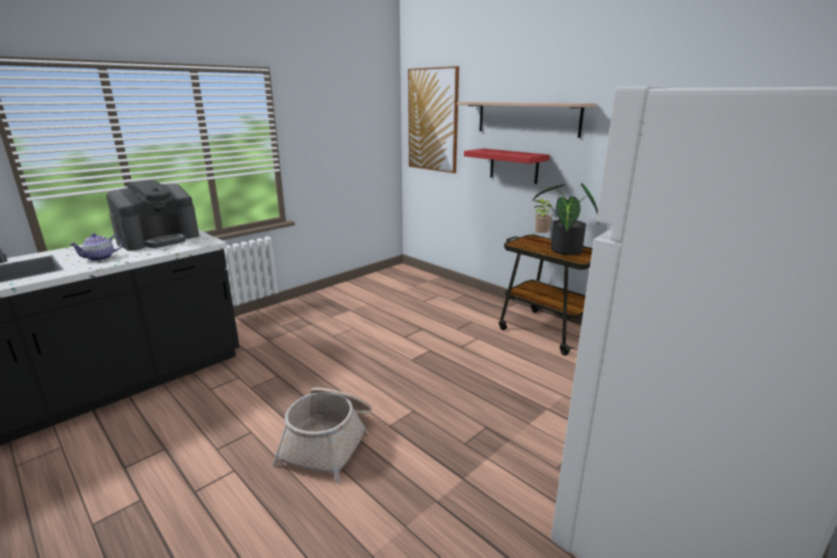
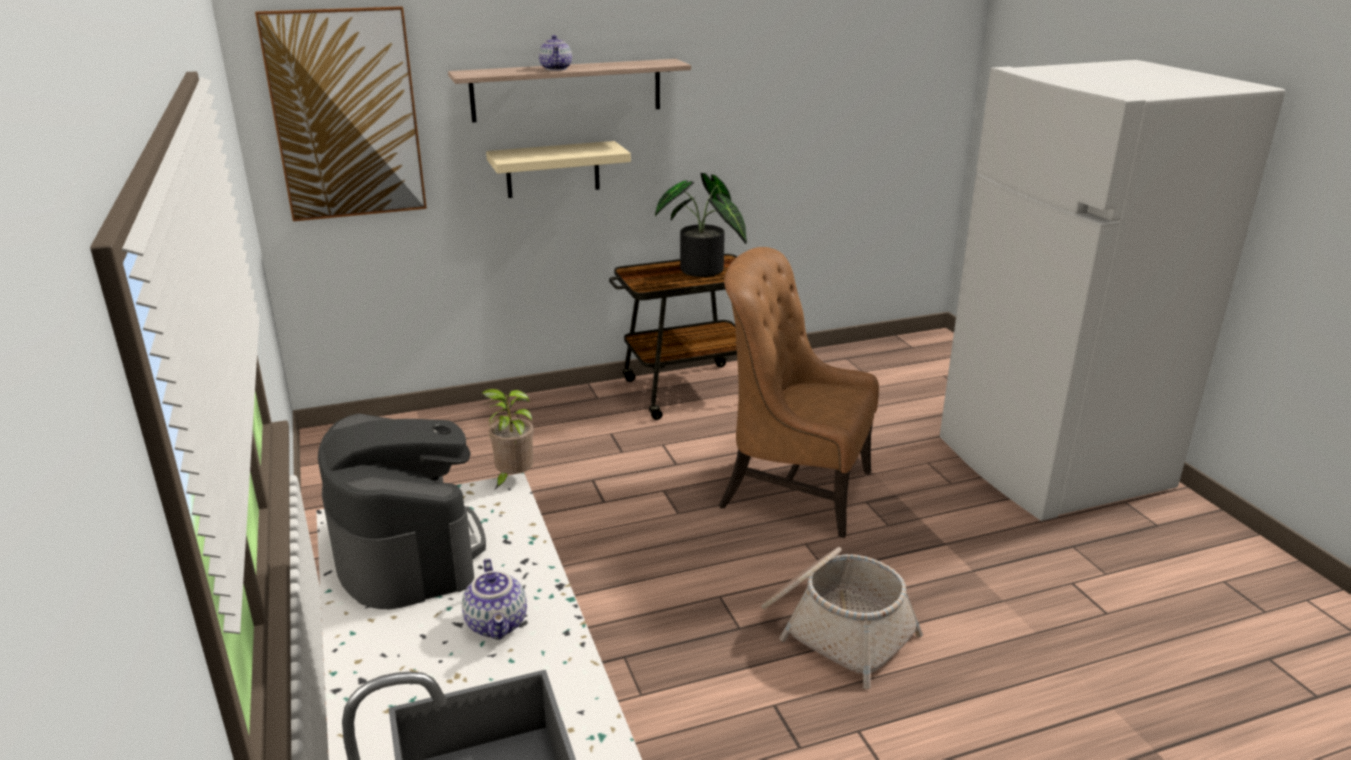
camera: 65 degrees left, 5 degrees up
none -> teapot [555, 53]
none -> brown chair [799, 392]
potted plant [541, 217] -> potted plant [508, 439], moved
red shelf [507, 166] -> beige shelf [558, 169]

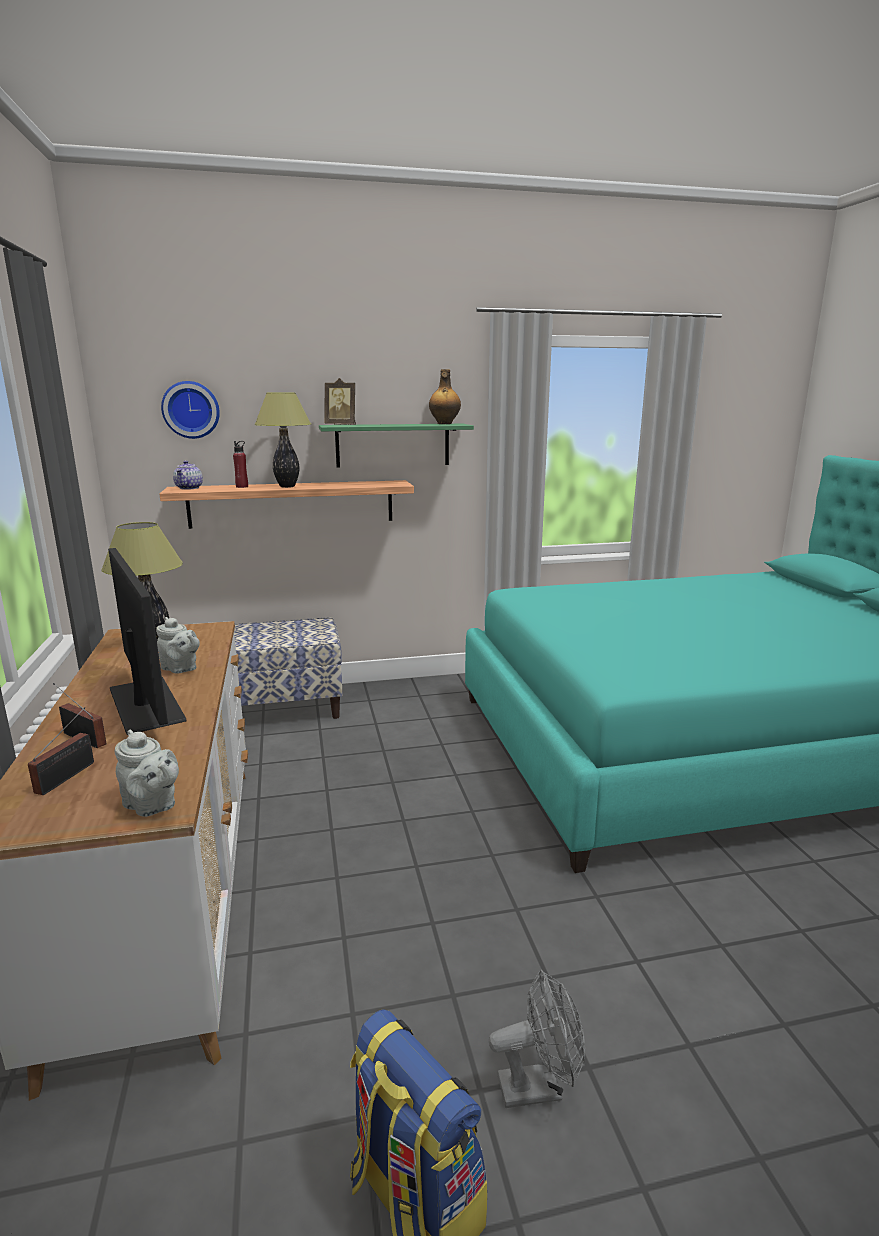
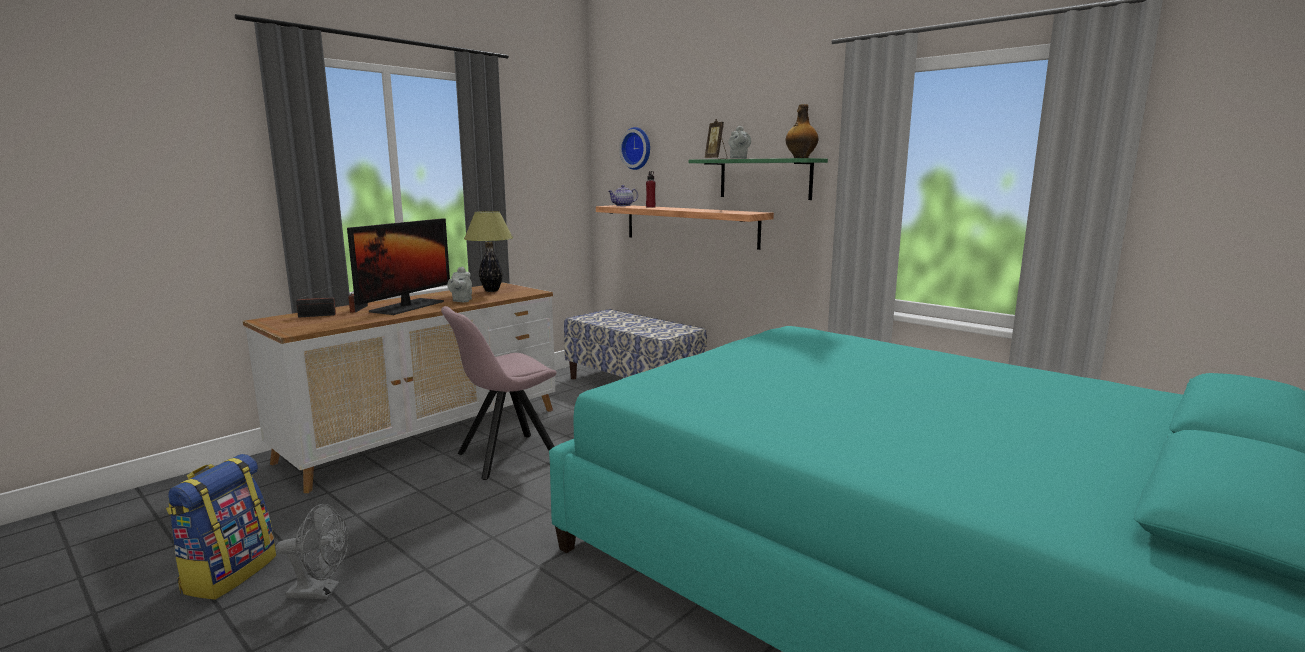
camera: 55 degrees right, 5 degrees down
table lamp [283, 440] -> none
none -> pink chair [499, 393]
grey teapot [147, 773] -> grey teapot [739, 142], moved
grey fan [537, 1039] -> grey fan [312, 551], 45 degrees counterclockwise

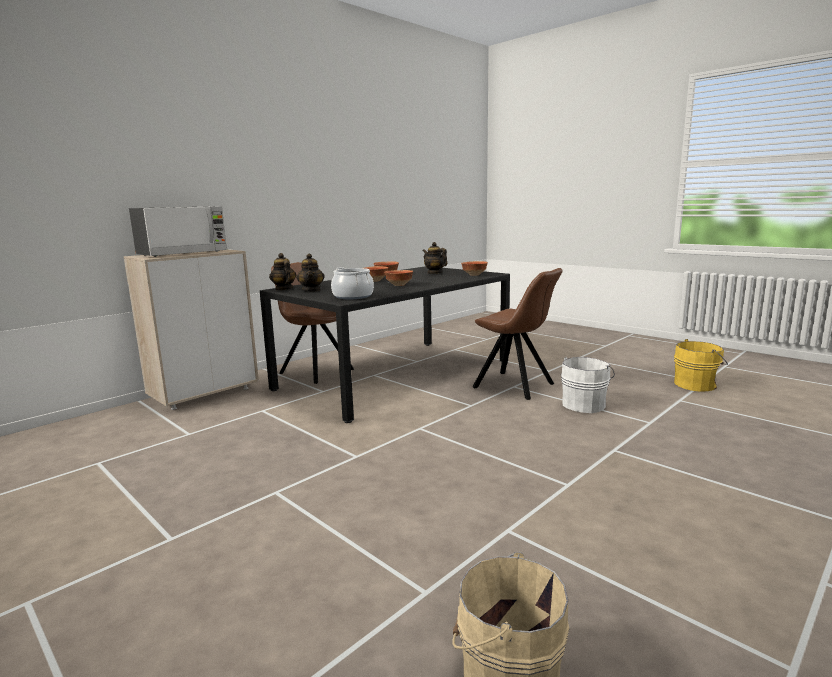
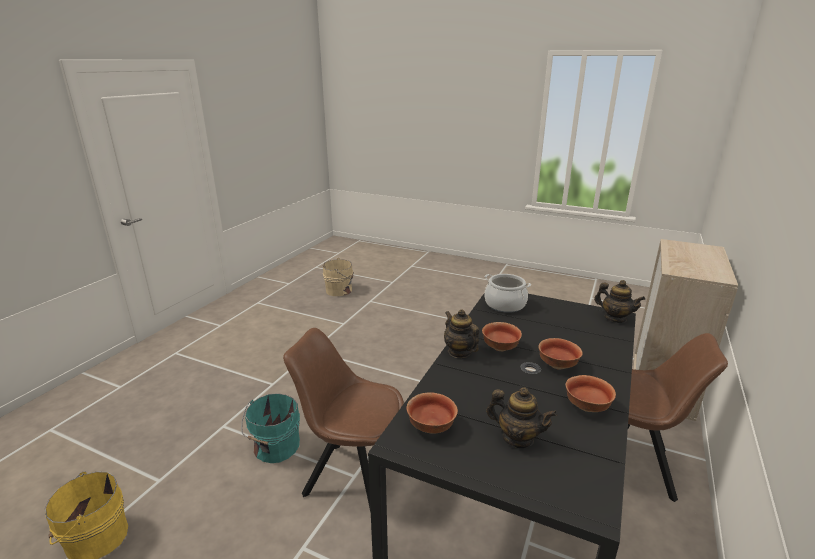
camera: 160 degrees right, 10 degrees up
microwave [178, 231] -> none
teapot [310, 272] -> teapot [461, 333], moved
white bucket [588, 385] -> turquoise bucket [270, 428]

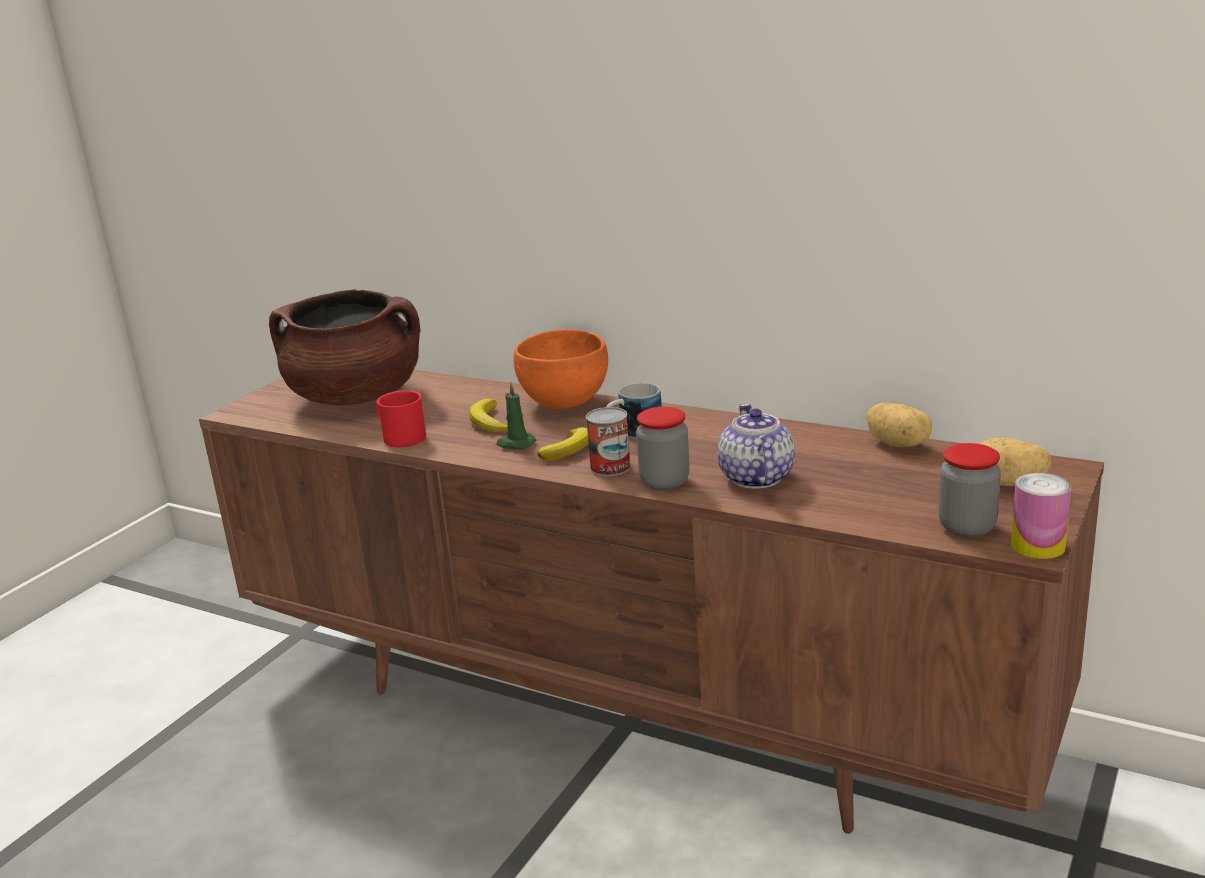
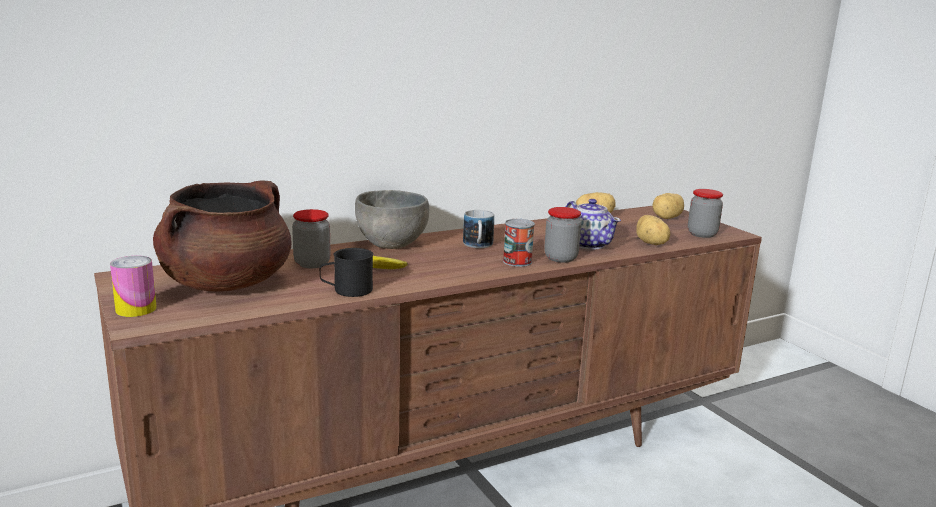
camera: 60 degrees left, 5 degrees down
green candle [516, 415] -> none
banana [563, 443] -> none
none -> jar [311, 238]
none -> potato [653, 230]
can [1041, 516] -> can [133, 286], moved
red mug [401, 418] -> black mug [346, 272]
orange bowl [561, 369] -> grey bowl [392, 219]
teapot [756, 446] -> teapot [593, 224], 150 degrees counterclockwise

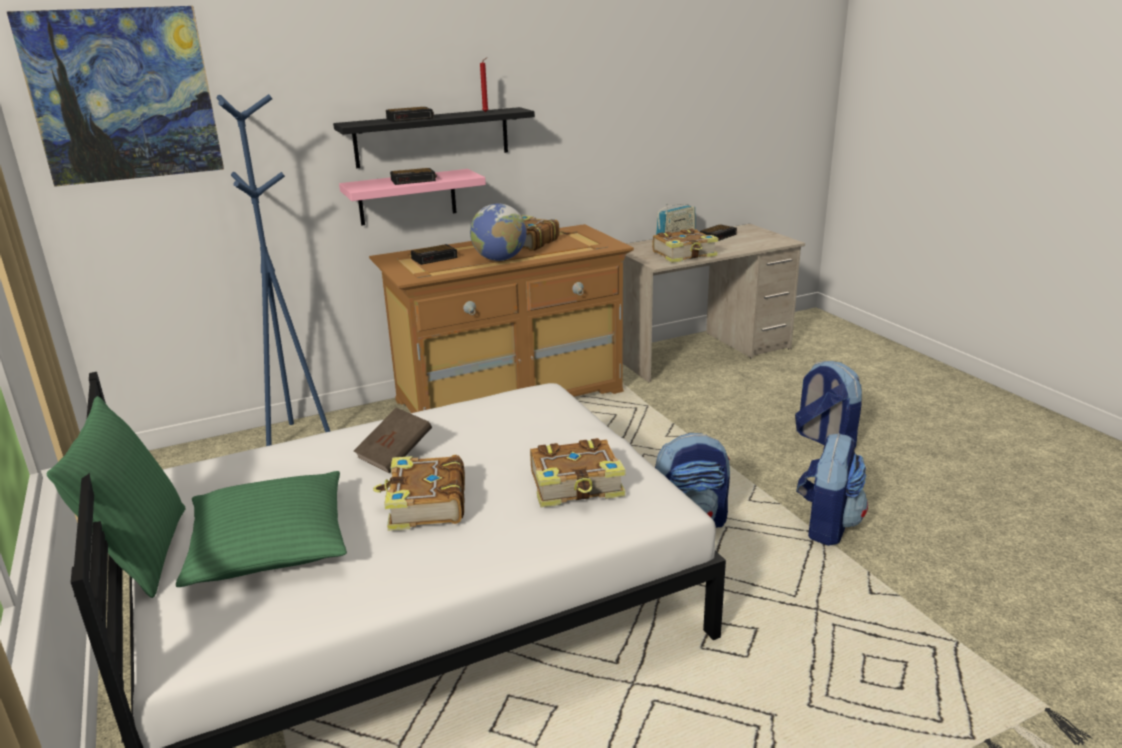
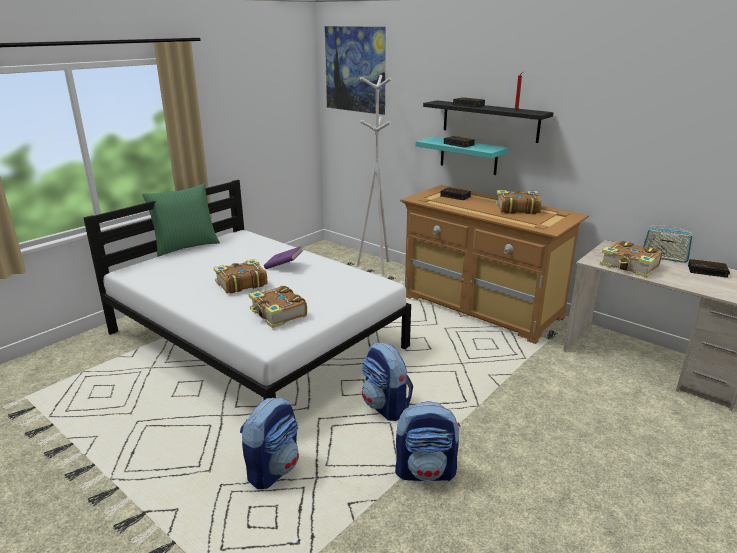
camera: 65 degrees right, 0 degrees up
green pillow [261, 529] -> none
globe [498, 232] -> none
backpack [828, 405] -> backpack [269, 443], moved
blue clothes rack [273, 270] -> grey clothes rack [374, 175]
pink shelf [412, 197] -> turquoise shelf [462, 156]
brown book [393, 440] -> purple book [283, 257]

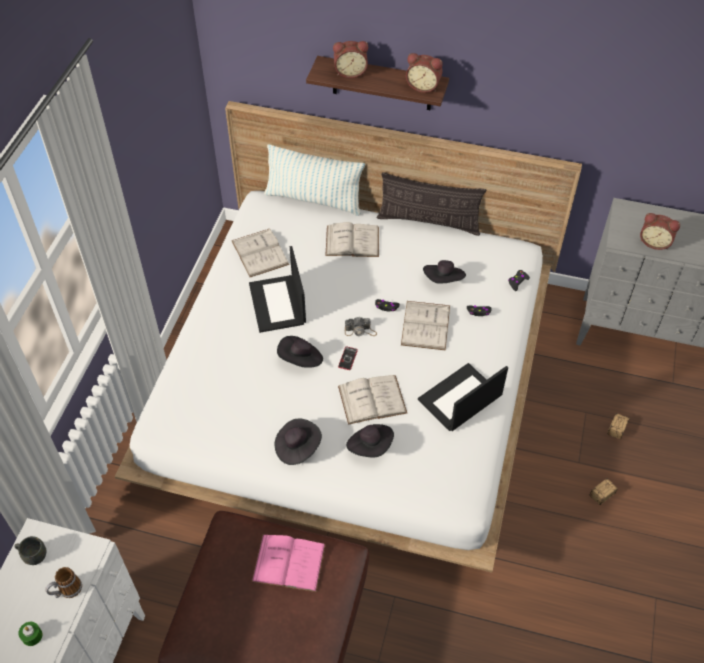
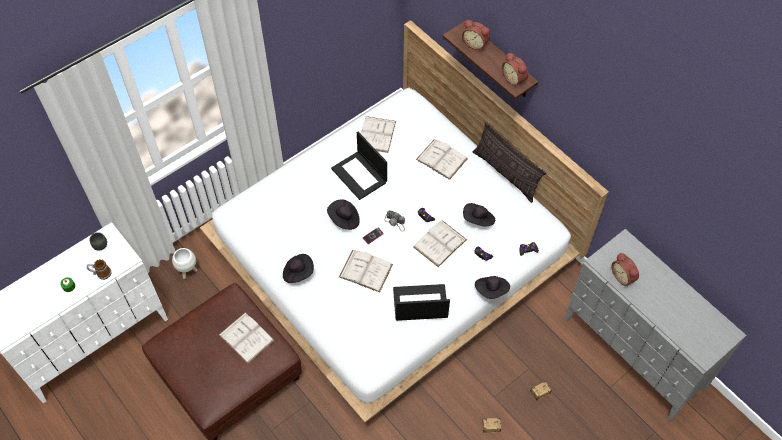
camera: 35 degrees right, 5 degrees up
pillow [314, 180] -> none
none -> white planter [184, 263]
black hat [370, 441] -> black hat [492, 287], moved
pink book [288, 563] -> white book [246, 338]
laptop [277, 289] -> laptop [359, 166], 60 degrees counterclockwise

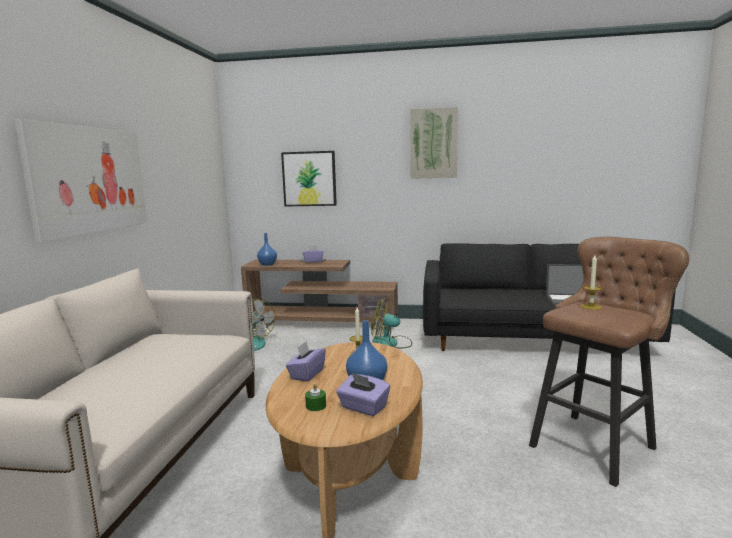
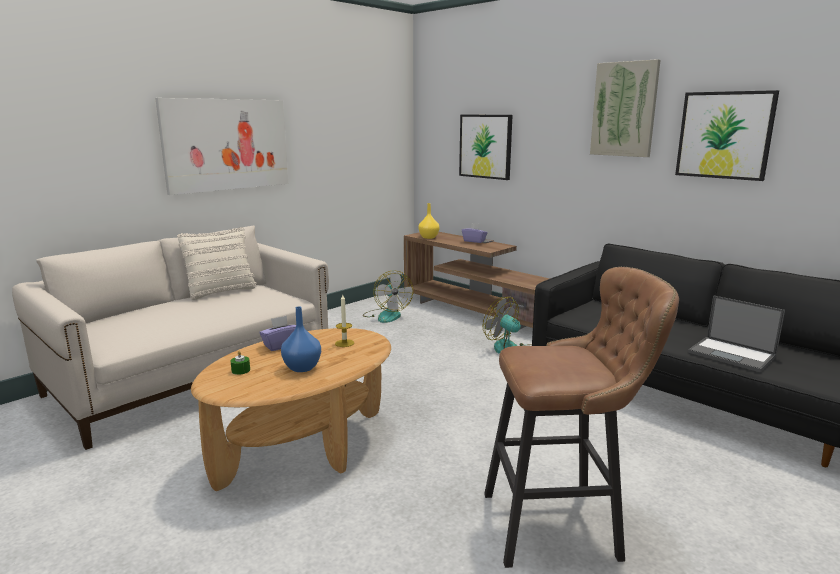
camera: 35 degrees right, 5 degrees up
purple tissue box [363, 394] -> none
candle [591, 282] -> none
none -> beige pillow [217, 263]
none -> picture [727, 135]
blue vase [267, 249] -> yellow vase [428, 221]

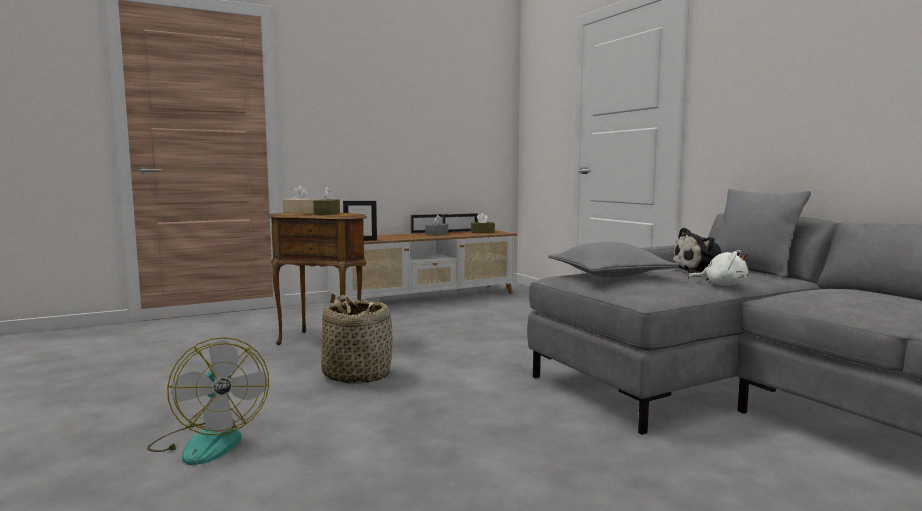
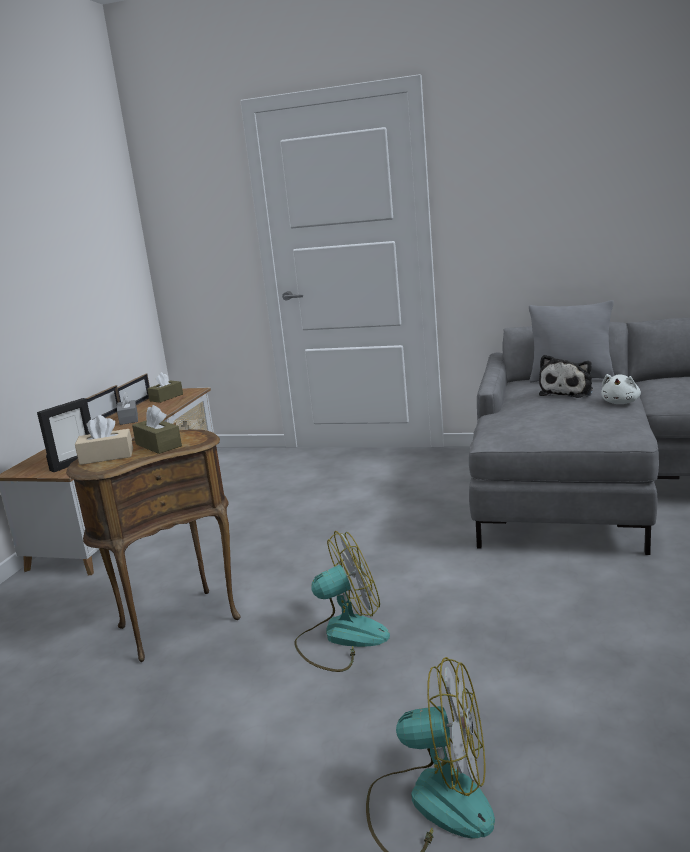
camera: 45 degrees left, 10 degrees up
grey pillow [613, 259] -> none
basket [357, 339] -> fan [342, 601]
white plush toy [718, 268] -> white plush toy [621, 389], 135 degrees clockwise

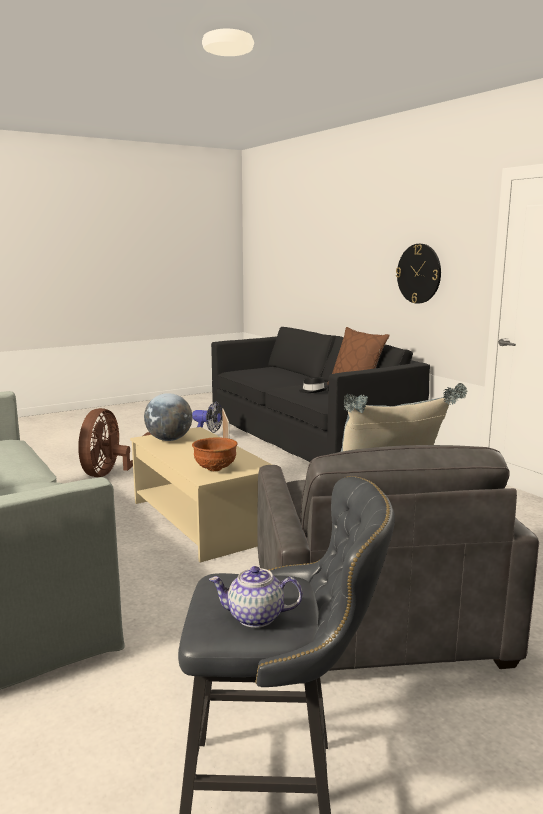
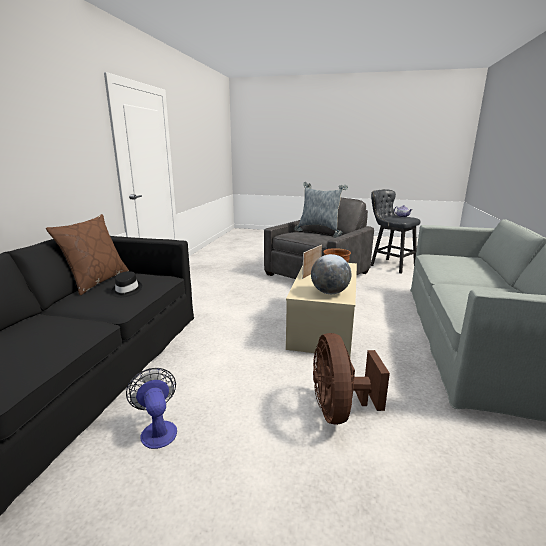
camera: 135 degrees left, 5 degrees up
wall clock [418, 274] -> none
brown fan [115, 442] -> brown fan [351, 379], 120 degrees clockwise

